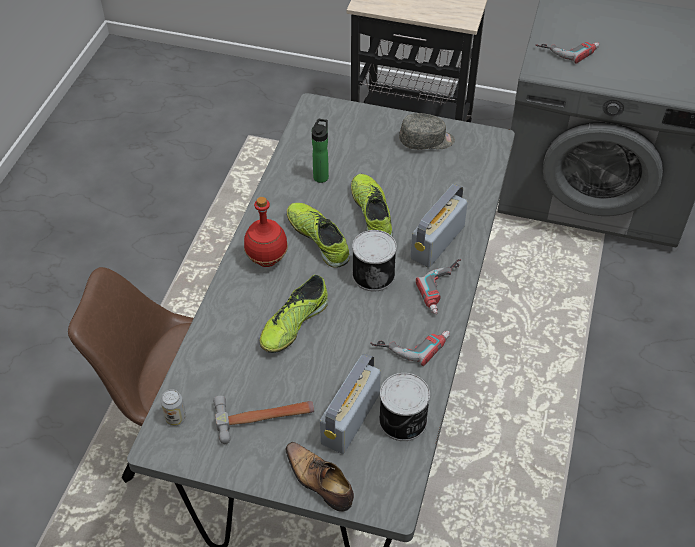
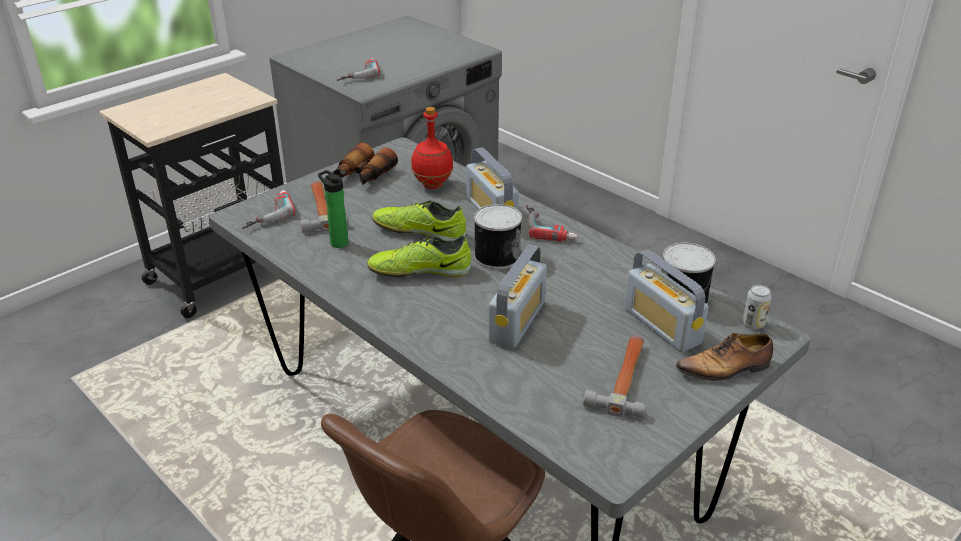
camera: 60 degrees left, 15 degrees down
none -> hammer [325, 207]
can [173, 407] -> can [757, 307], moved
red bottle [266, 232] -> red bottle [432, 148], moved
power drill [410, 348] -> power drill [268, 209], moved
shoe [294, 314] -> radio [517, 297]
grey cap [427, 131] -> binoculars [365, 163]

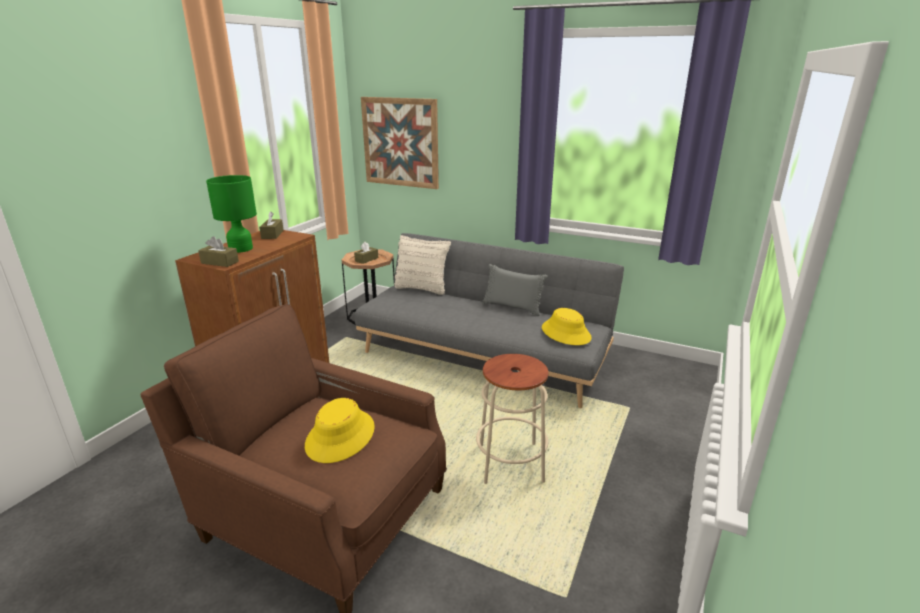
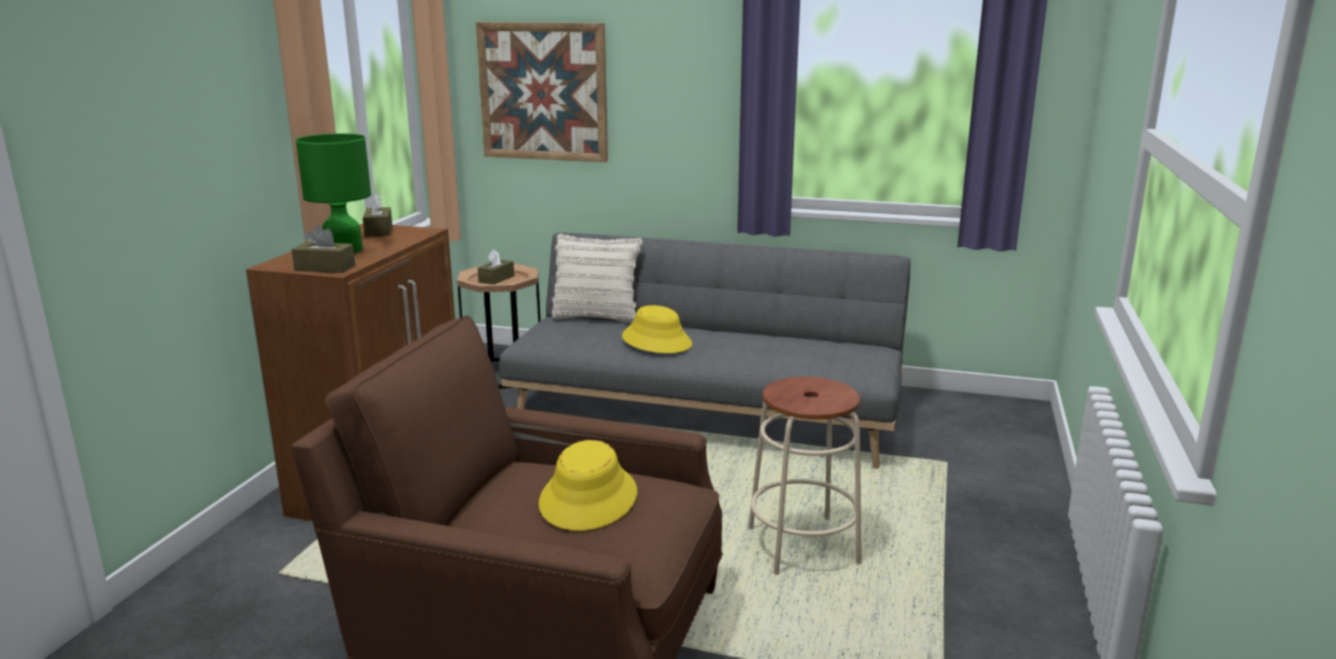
camera: 10 degrees left, 5 degrees down
grey pillow [514, 290] -> none
yellow hat [567, 326] -> yellow hat [657, 329], moved

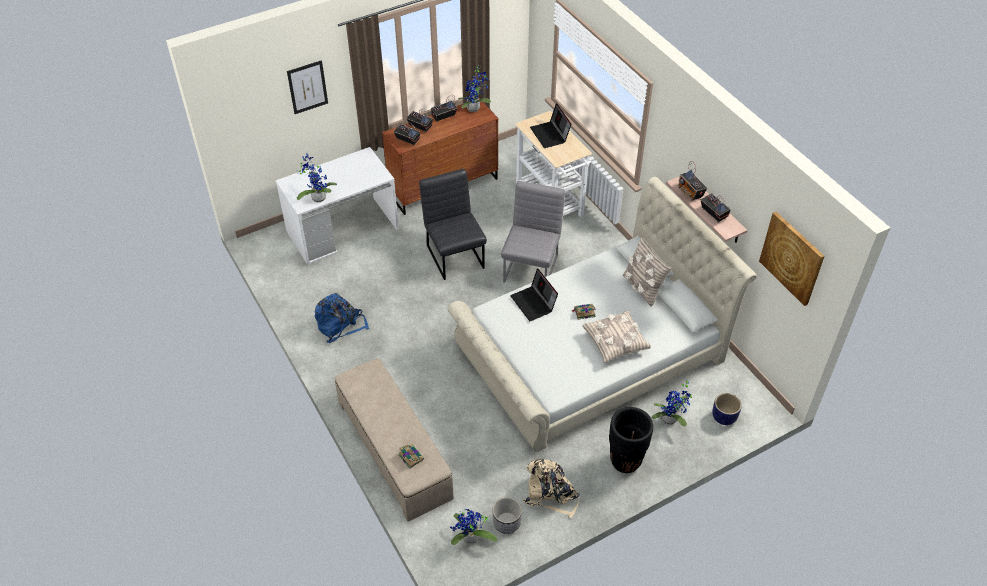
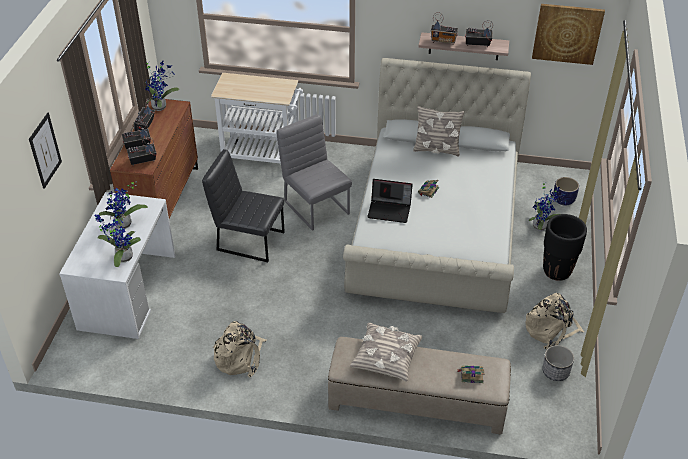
camera: 50 degrees left, 5 degrees down
laptop [550, 125] -> none
potted plant [473, 527] -> potted plant [123, 205], moved
beige pillow [616, 337] -> beige pillow [386, 352], moved
blue backpack [341, 318] -> beige backpack [240, 349]

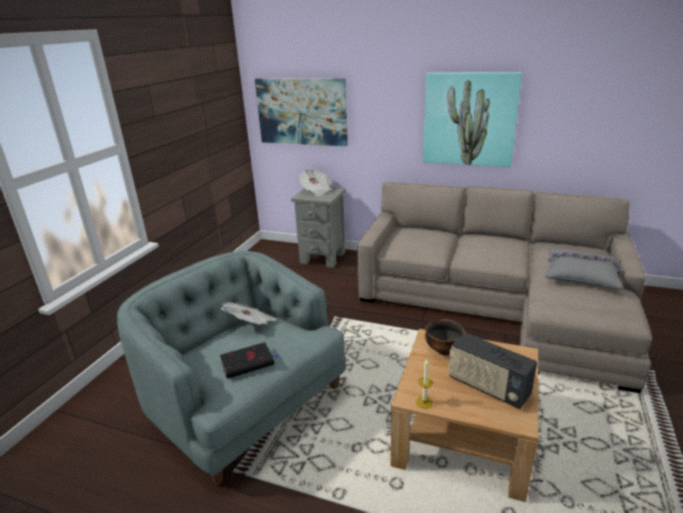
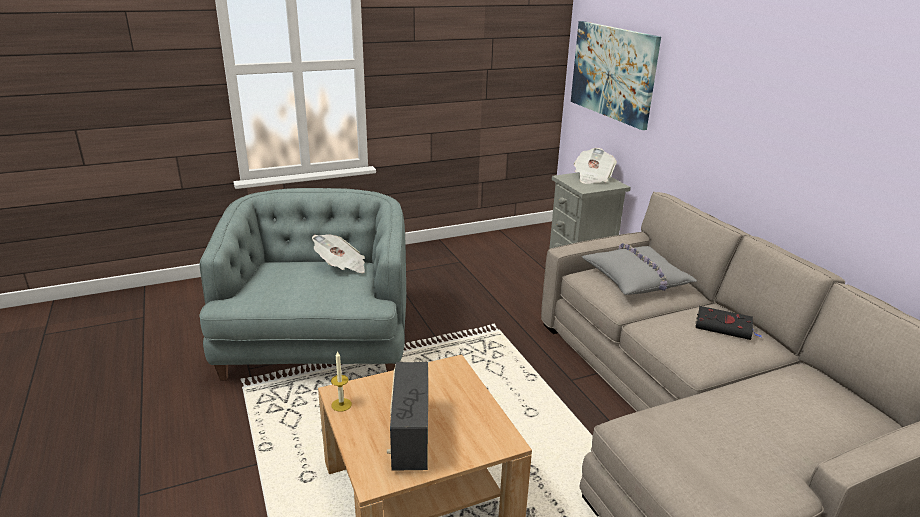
camera: 45 degrees right, 0 degrees up
picture [472, 119] -> none
bowl [445, 337] -> none
black book [250, 360] -> black book [728, 323], moved
grey pillow [583, 268] -> grey pillow [639, 269], moved

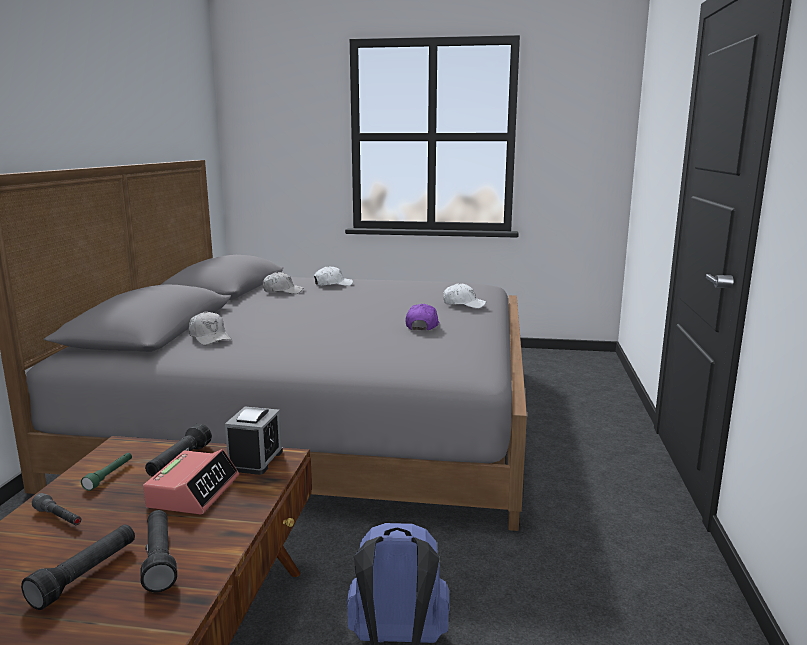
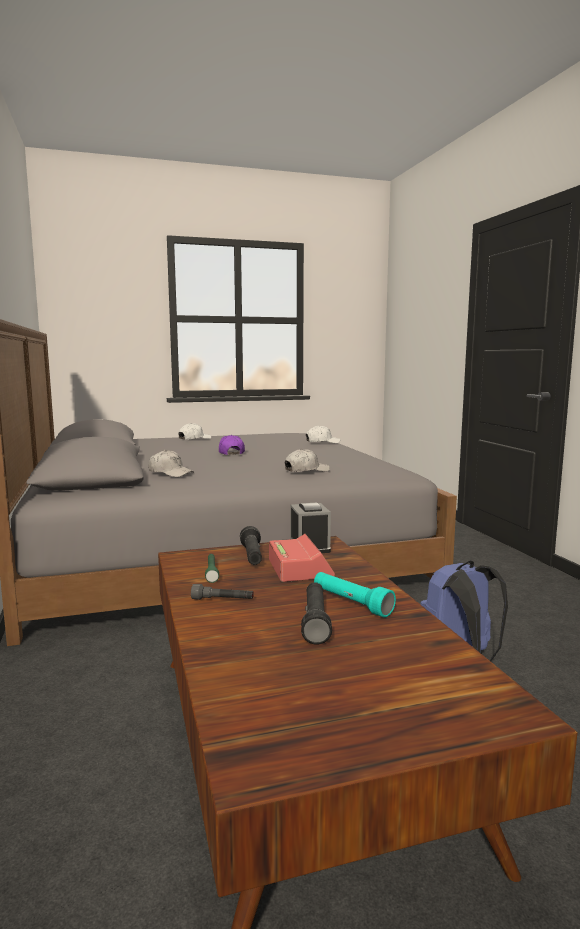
camera: 25 degrees left, 5 degrees down
white cap [283, 283] -> white cap [307, 460], moved
purple cap [423, 317] -> purple cap [232, 445], moved
black flashlight [158, 551] -> turquoise flashlight [355, 595]

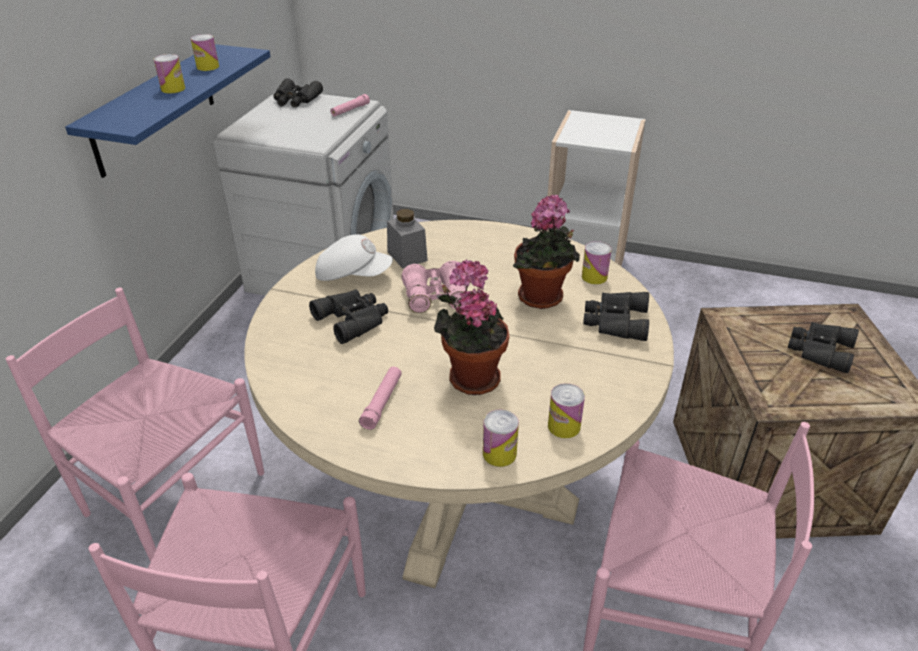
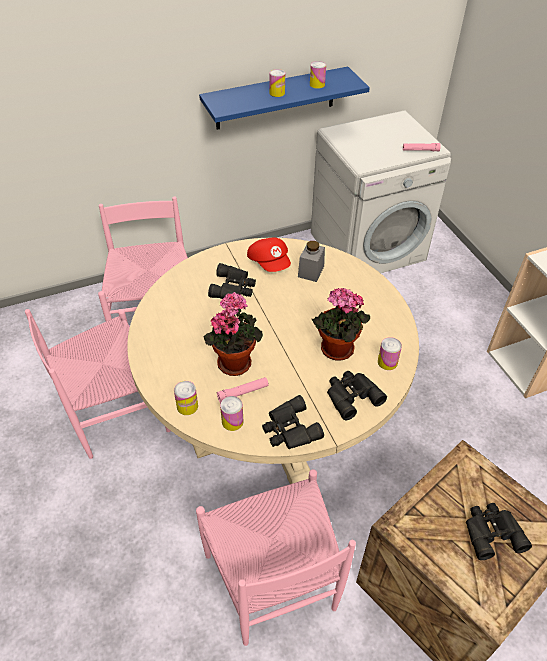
camera: 50 degrees right, 10 degrees up
pink binoculars [434, 287] -> none
black binoculars [298, 93] -> black binoculars [293, 422], moved
pink flashlight [380, 398] -> pink flashlight [243, 390], moved
white cap [354, 257] -> red cap [269, 254]

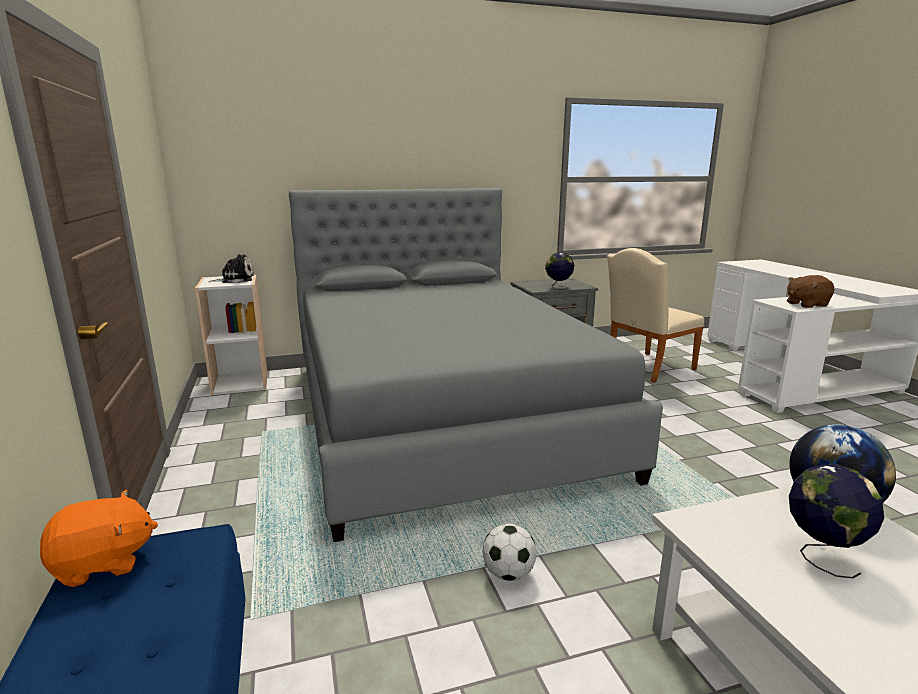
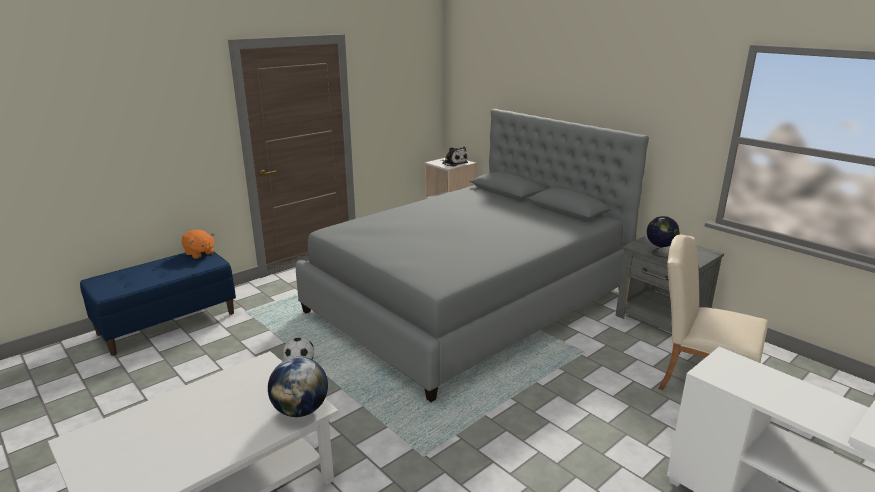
camera: 65 degrees right, 5 degrees up
brown plush toy [811, 291] -> none
globe [836, 521] -> none

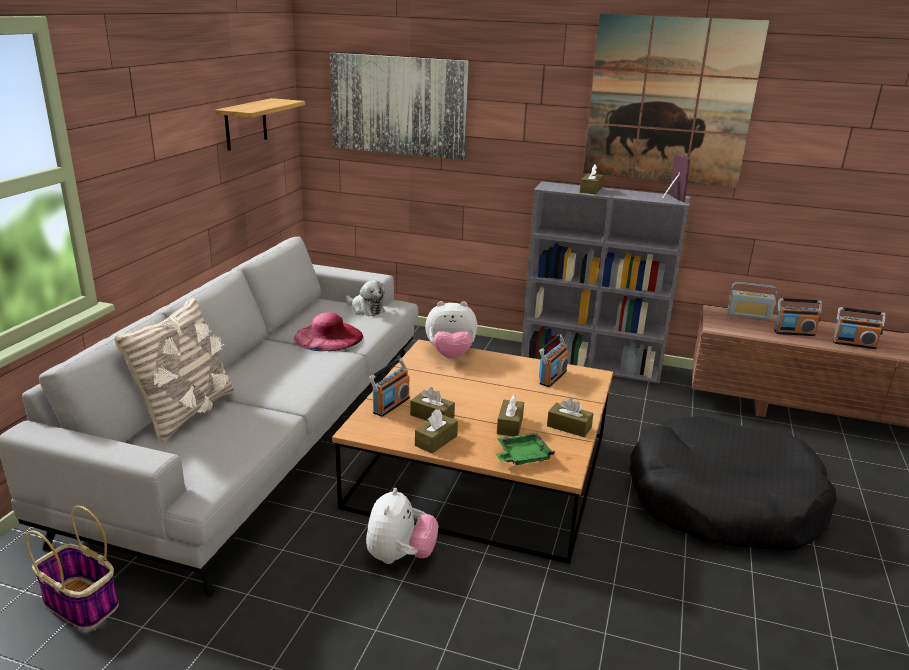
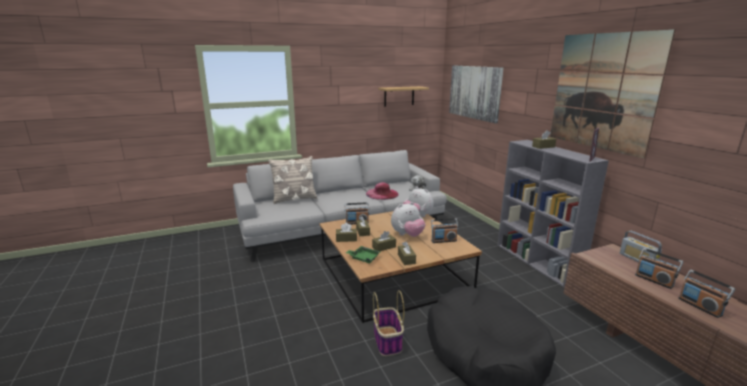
camera: 50 degrees right, 5 degrees down
basket [72, 567] -> basket [388, 323], moved
plush toy [402, 526] -> plush toy [408, 219], moved

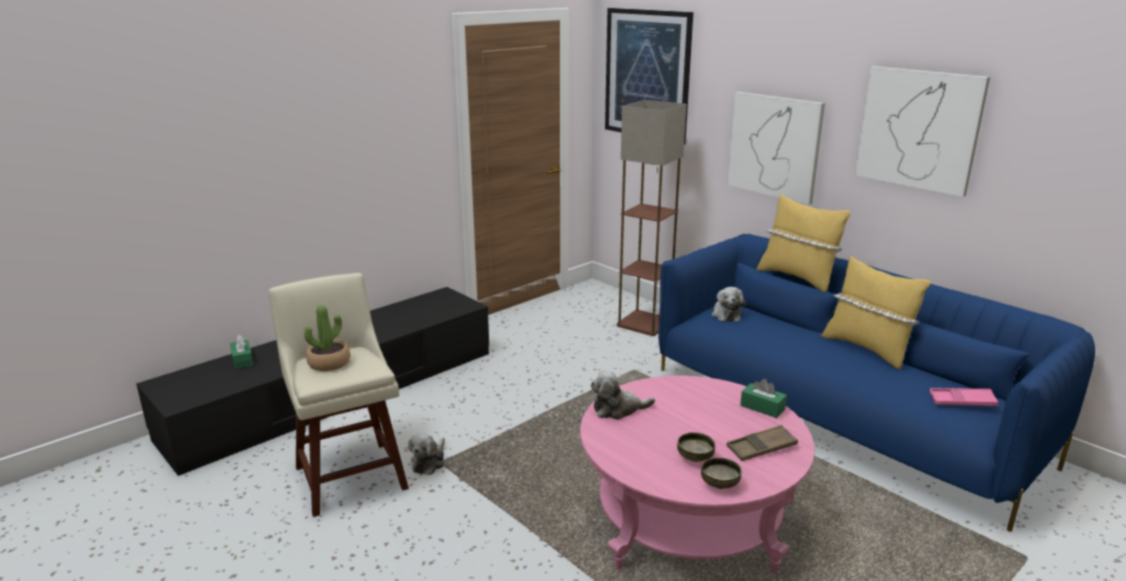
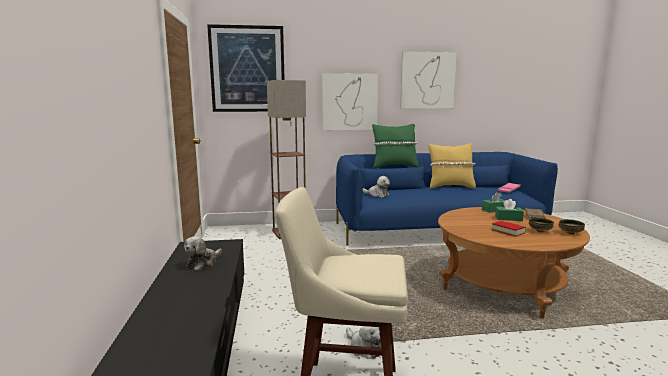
camera: 55 degrees left, 10 degrees down
potted plant [327, 338] -> none
none -> book [508, 228]
green tissue box [241, 352] -> green tissue box [509, 210], moved
plush toy [623, 395] -> plush toy [203, 253], moved
pink coffee table [697, 474] -> brown coffee table [514, 263]
yellow pillow [804, 243] -> green pillow [395, 146]

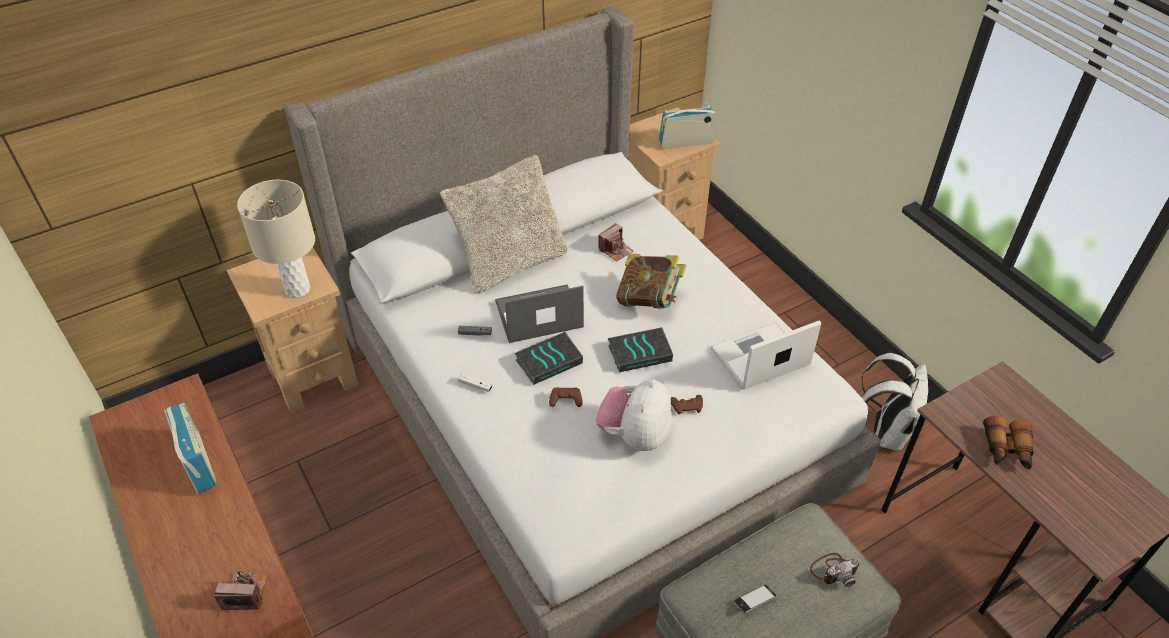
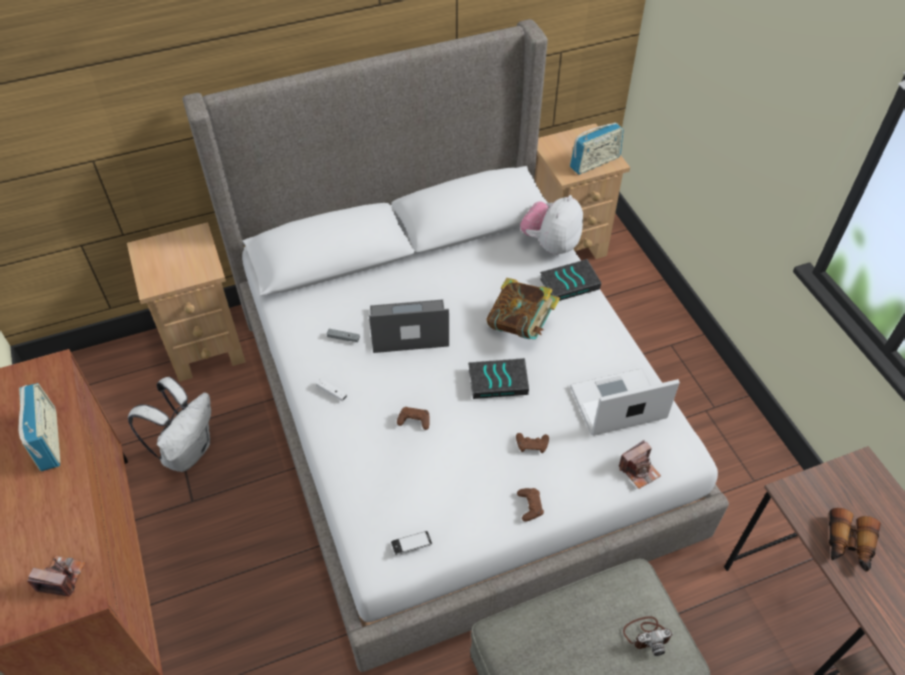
camera: 10 degrees right, 5 degrees up
beige table lamp [276, 239] -> none
beige pillow [504, 224] -> none
none -> brown game controller [530, 505]
book [549, 358] -> book [570, 280], moved
plush toy [634, 415] -> plush toy [551, 225], moved
photo camera [616, 242] -> photo camera [640, 464], moved
phone [755, 599] -> phone [411, 543], moved
white backpack [894, 402] -> white backpack [169, 424], moved
radio [687, 125] -> radio [597, 148], 150 degrees clockwise

